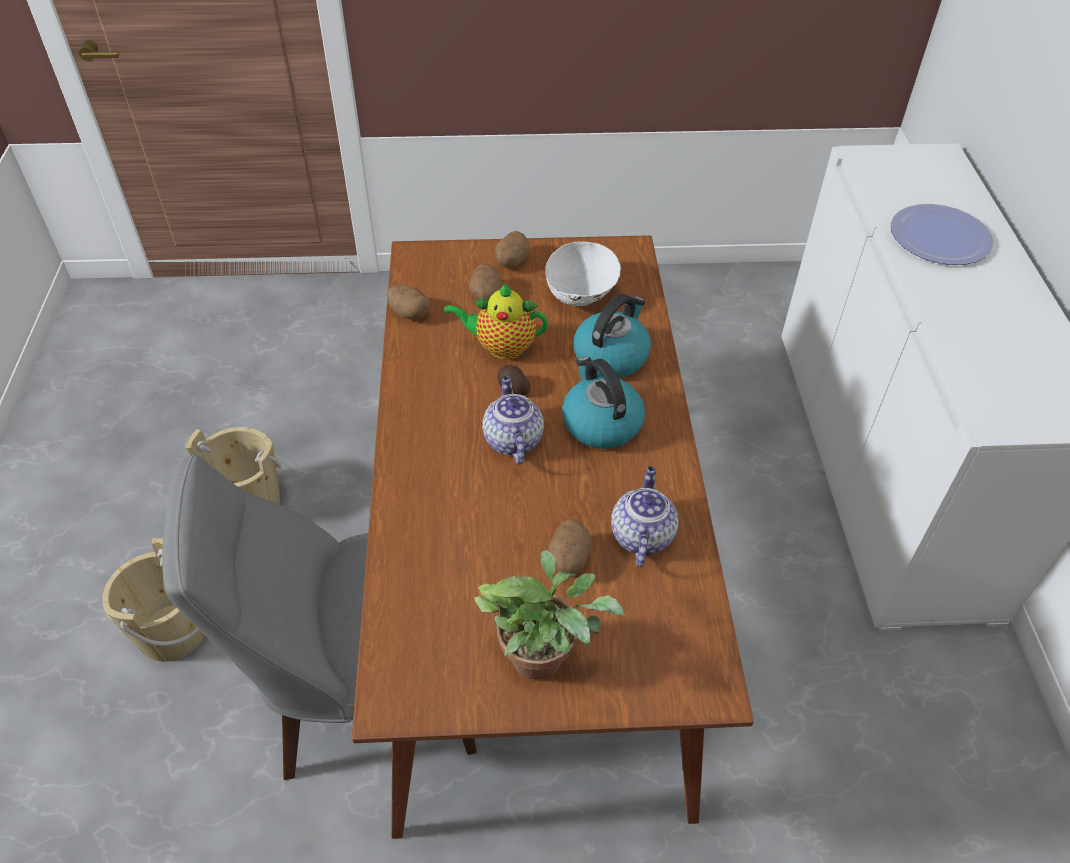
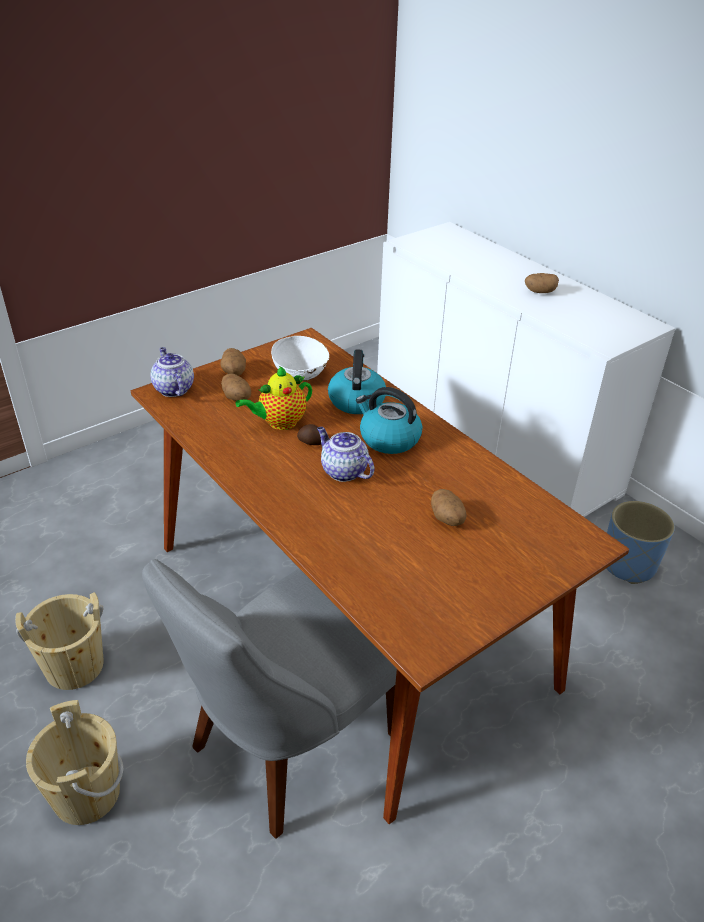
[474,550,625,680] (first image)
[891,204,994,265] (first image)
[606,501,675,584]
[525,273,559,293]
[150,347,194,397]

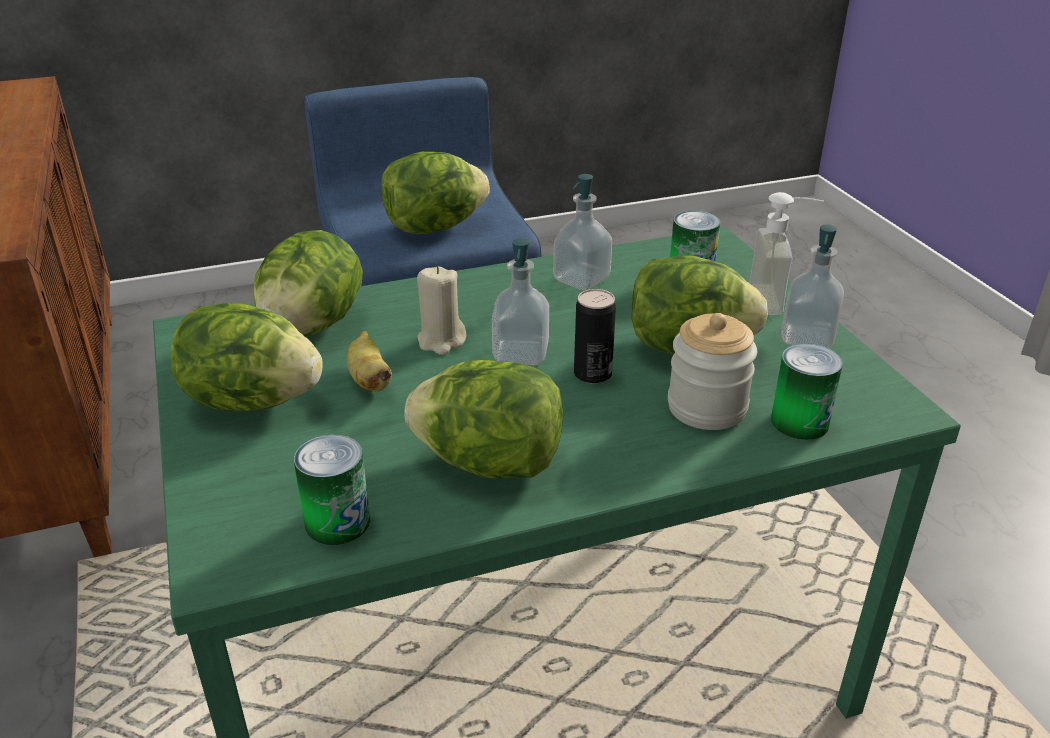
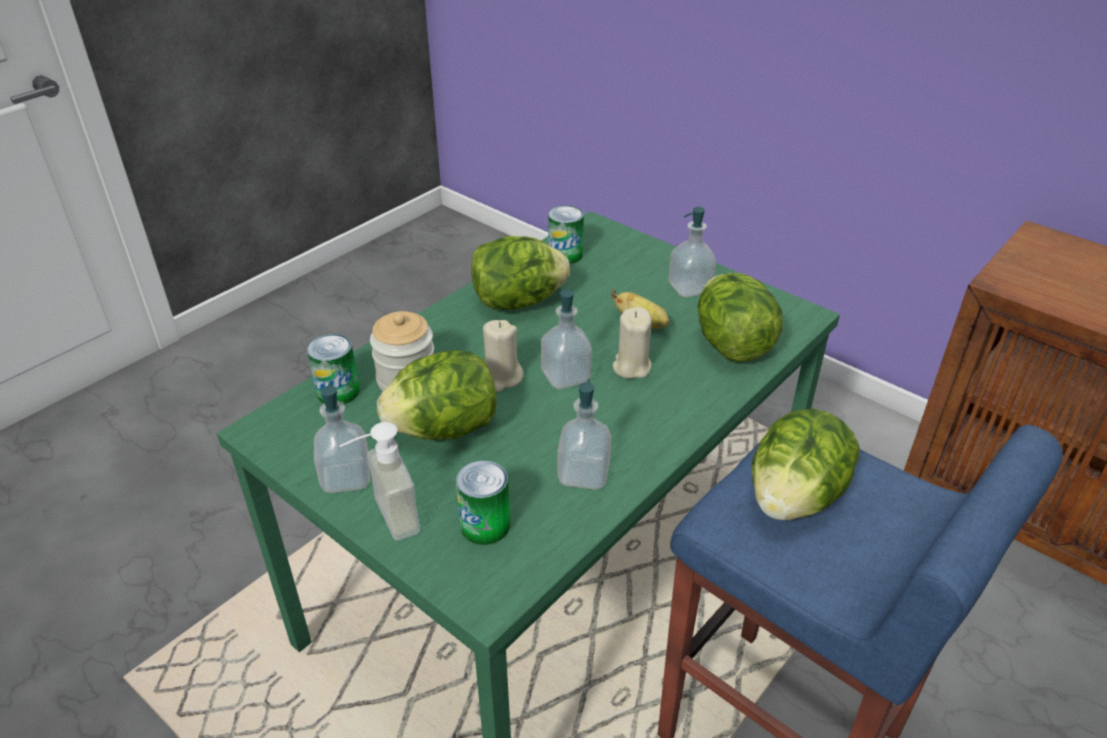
[669,207,716,298]
[483,320,524,392]

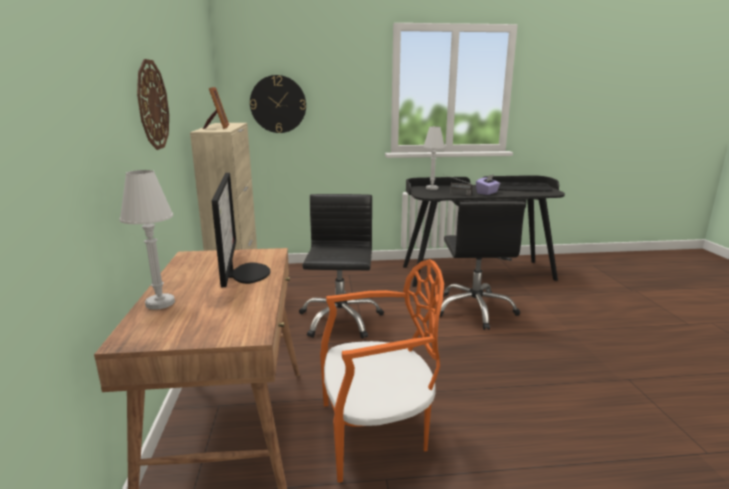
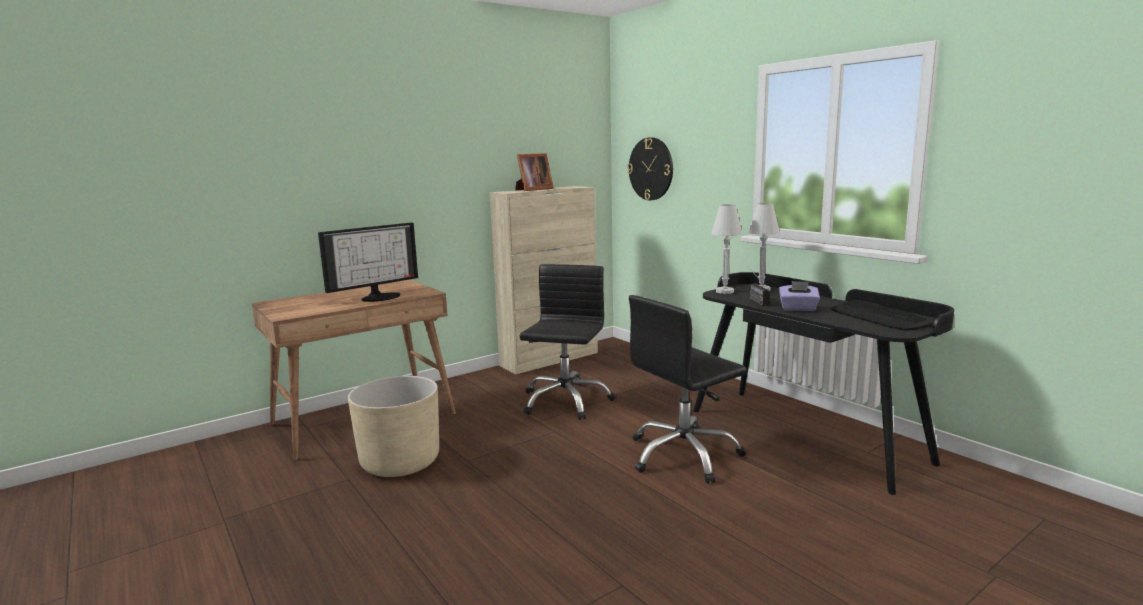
[137,59,169,150] (first image)
[711,204,743,294]
[348,376,439,477]
[520,264,615,420]

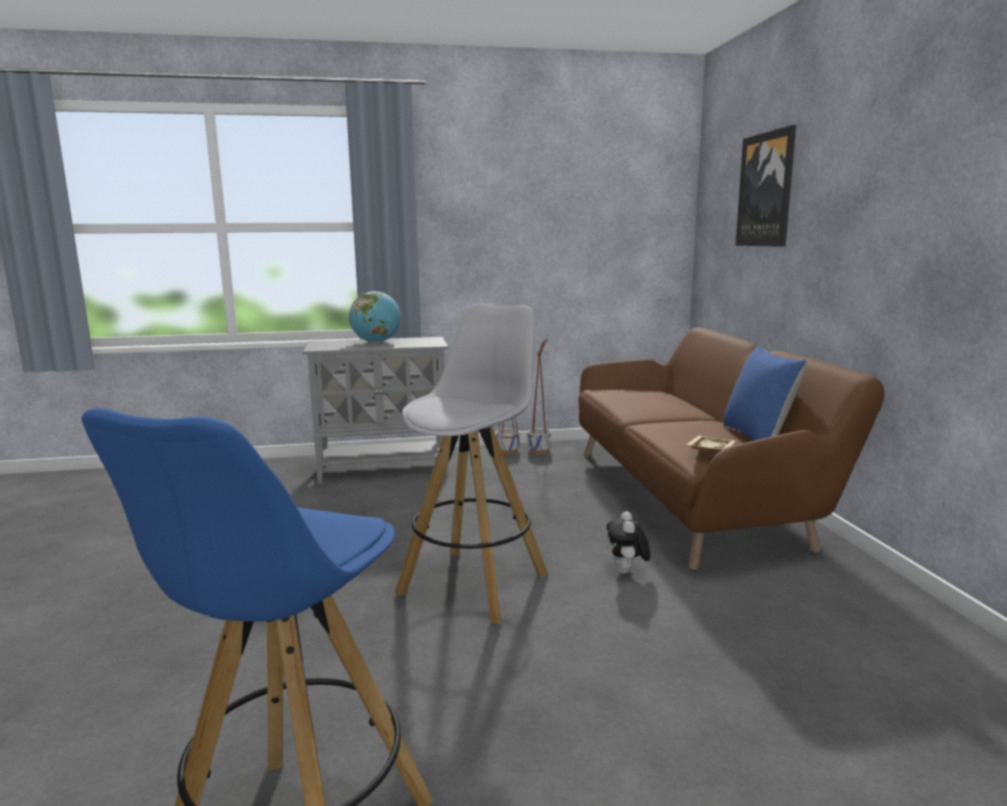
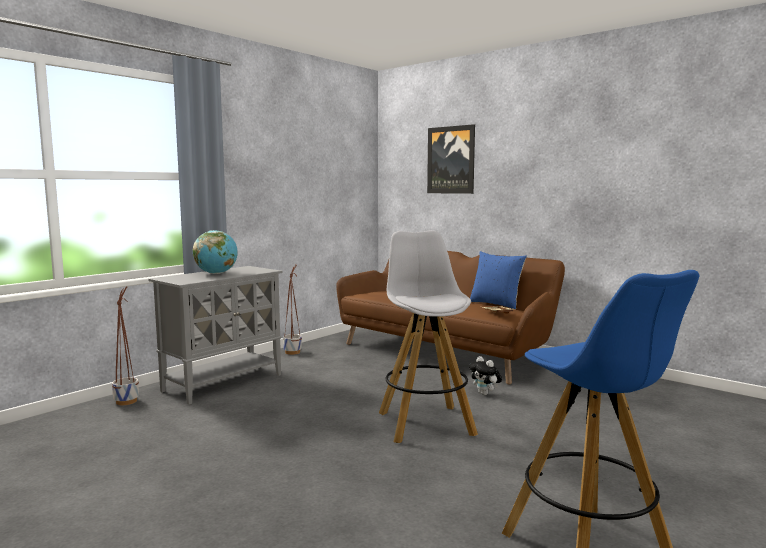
[112,286,139,405]

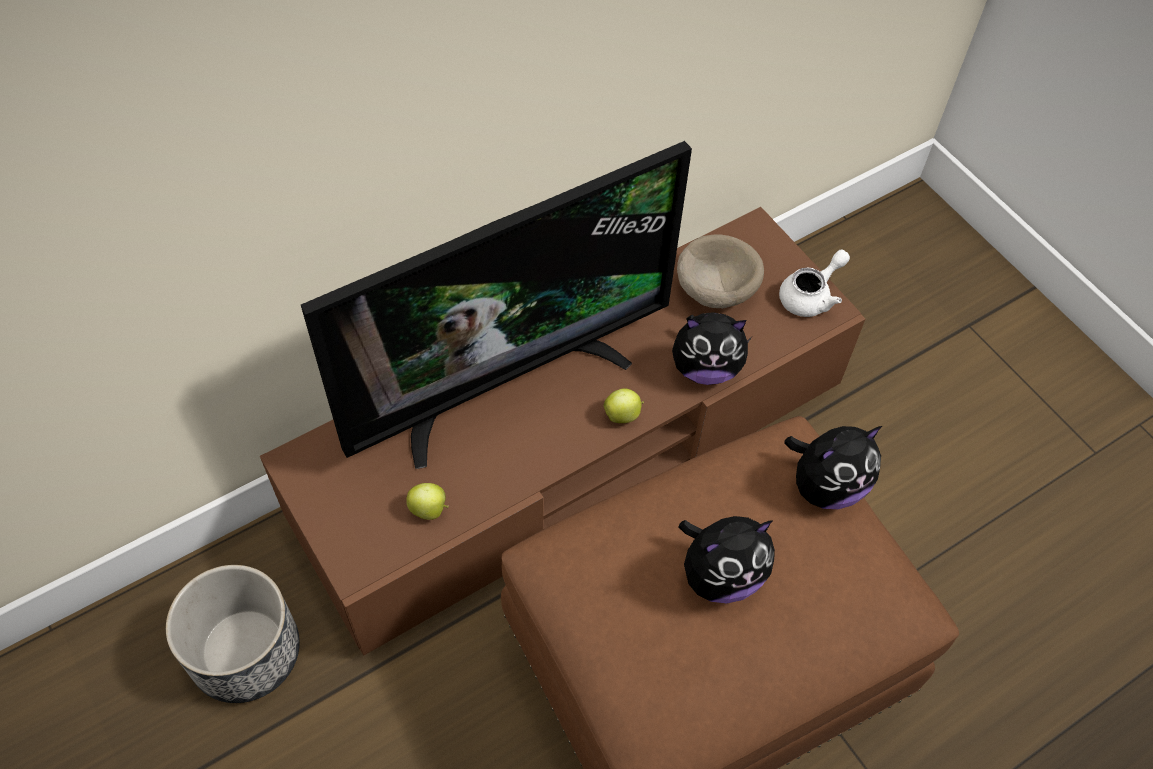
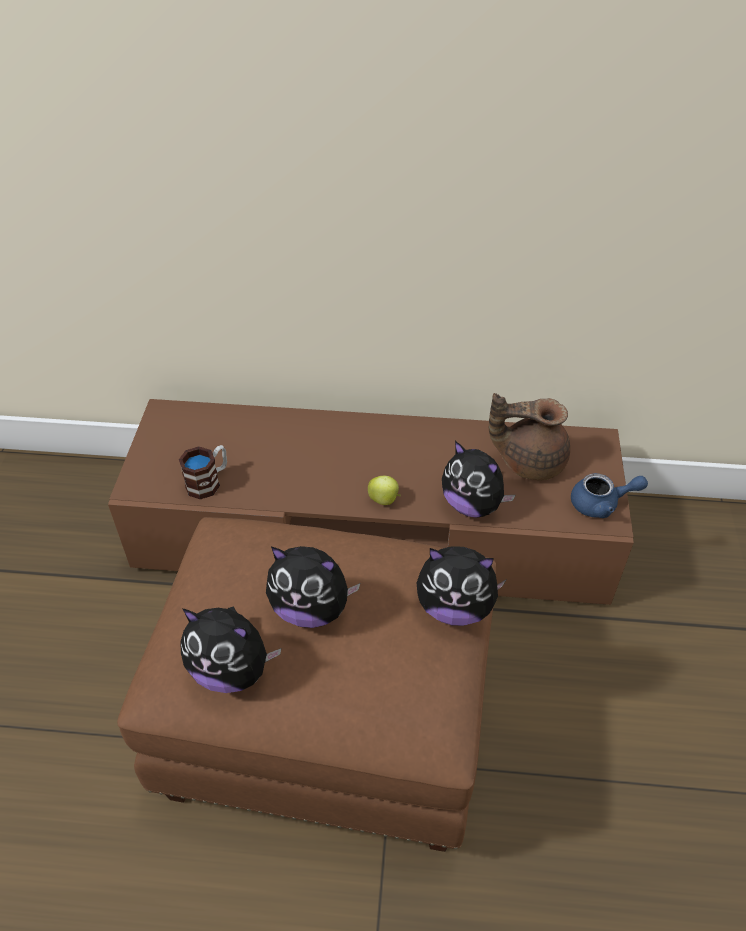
[166,565,300,703] (first image)
[301,141,692,469] (first image)
[180,606,281,693]
[179,445,227,499]
[489,393,570,480]
[571,473,648,518]

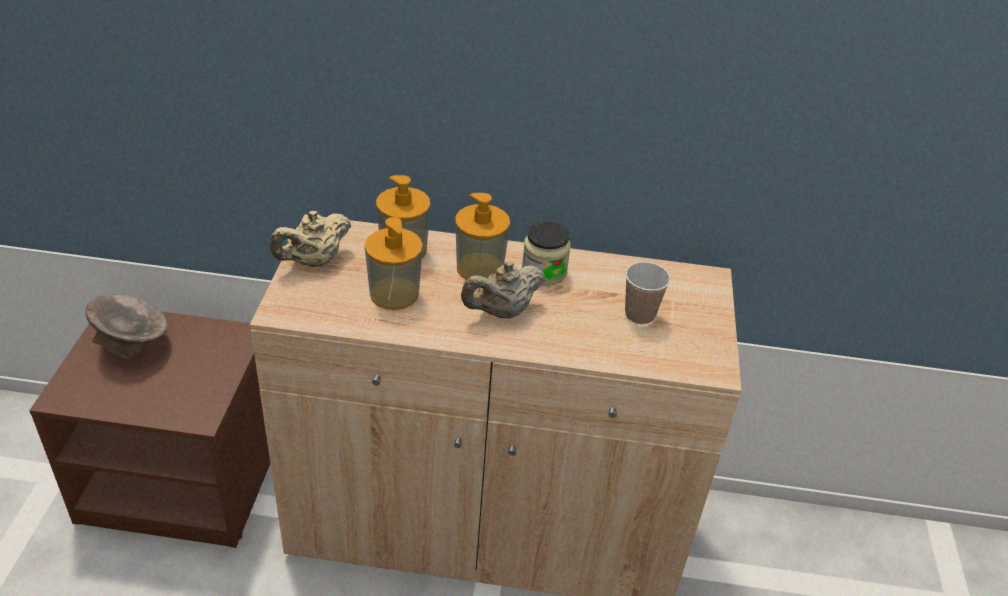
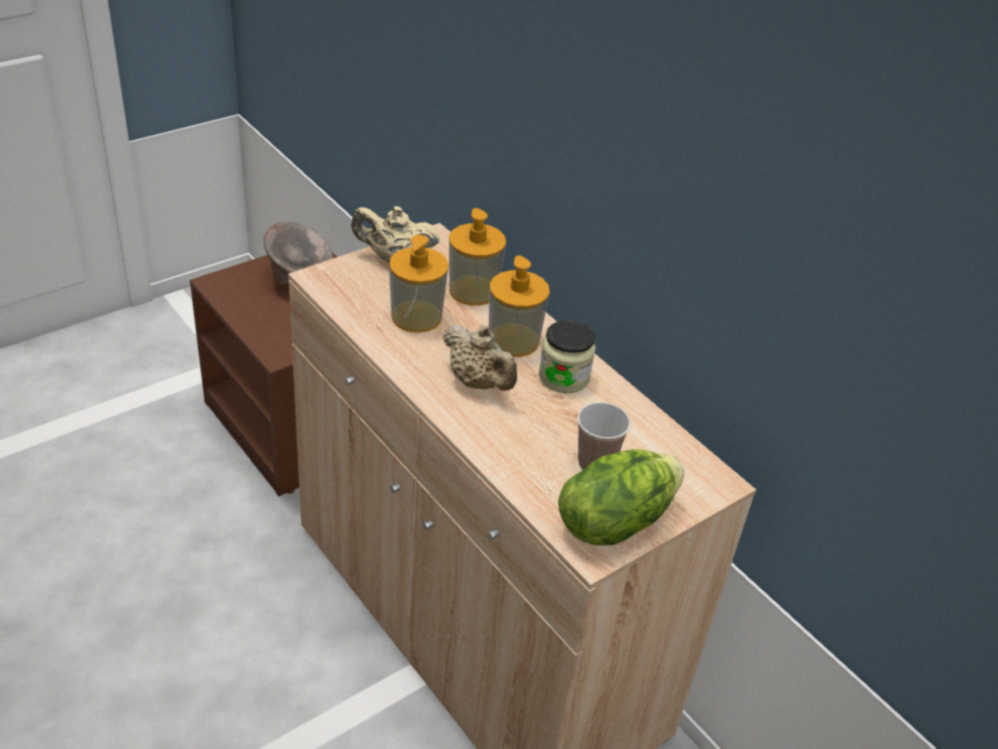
[558,449,685,546]
[443,324,517,391]

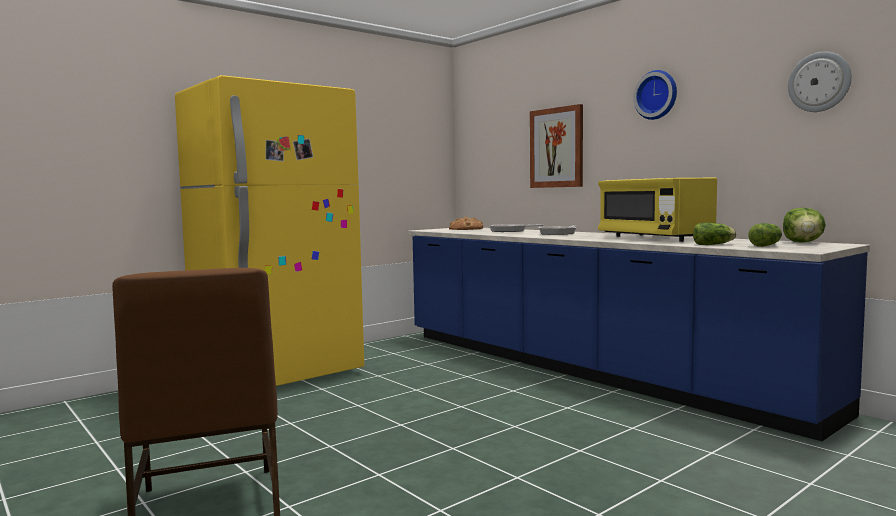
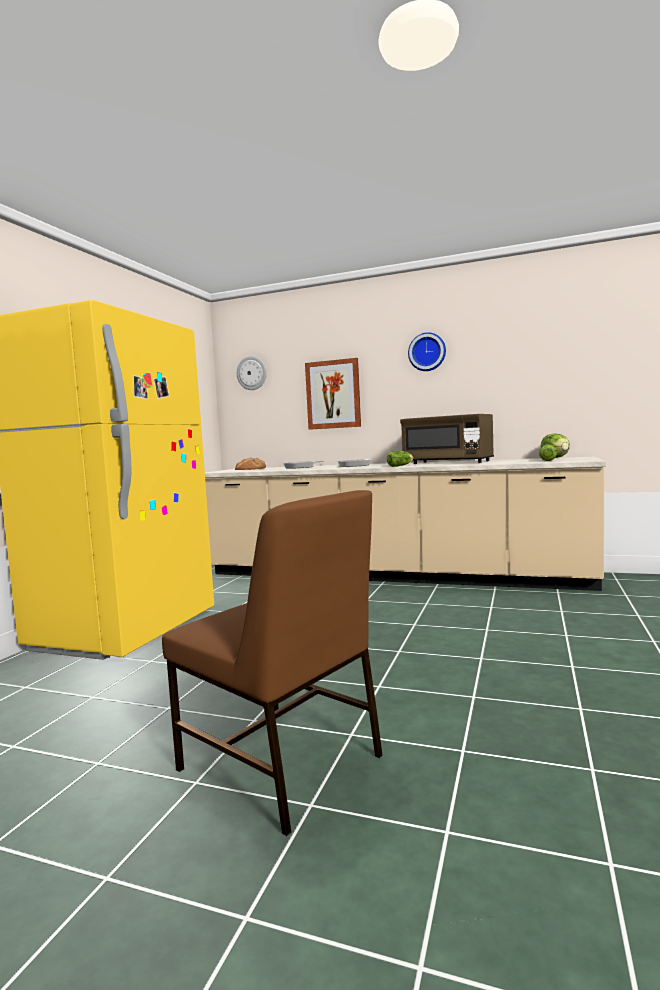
[386,451,413,467]
[237,356,267,390]
[205,457,606,591]
[400,414,494,464]

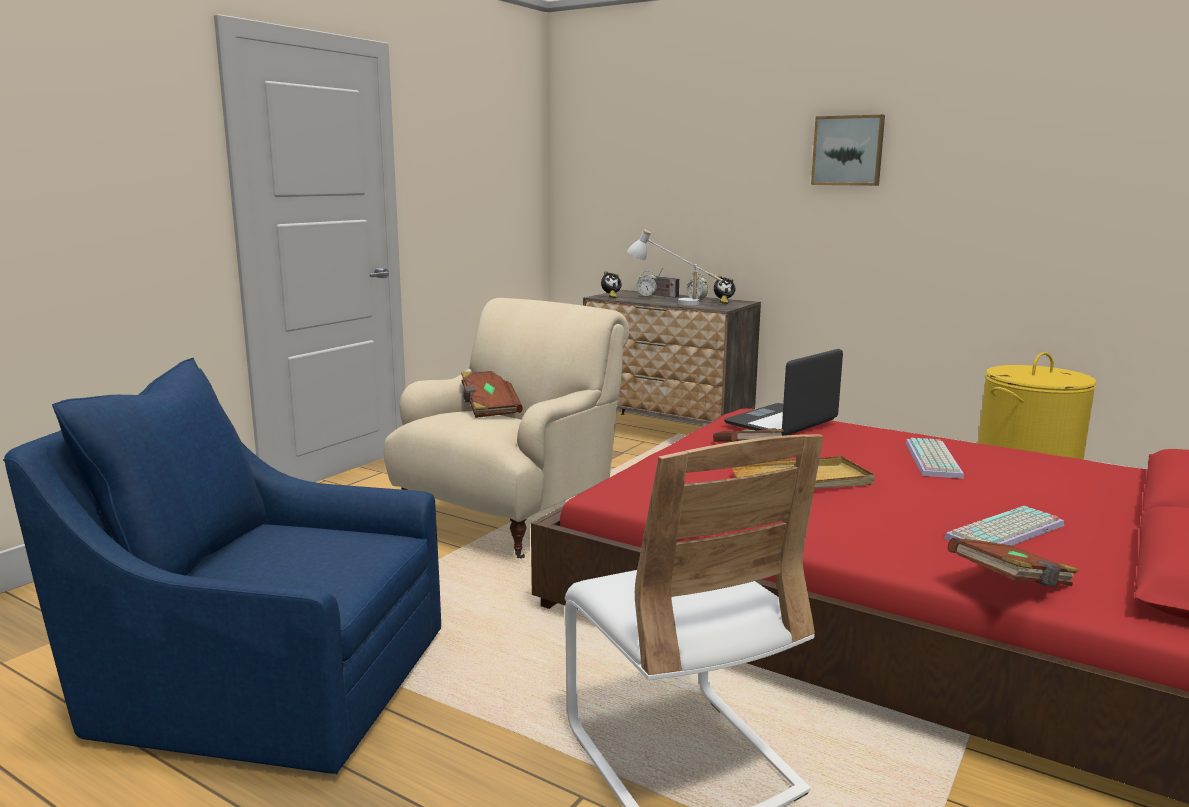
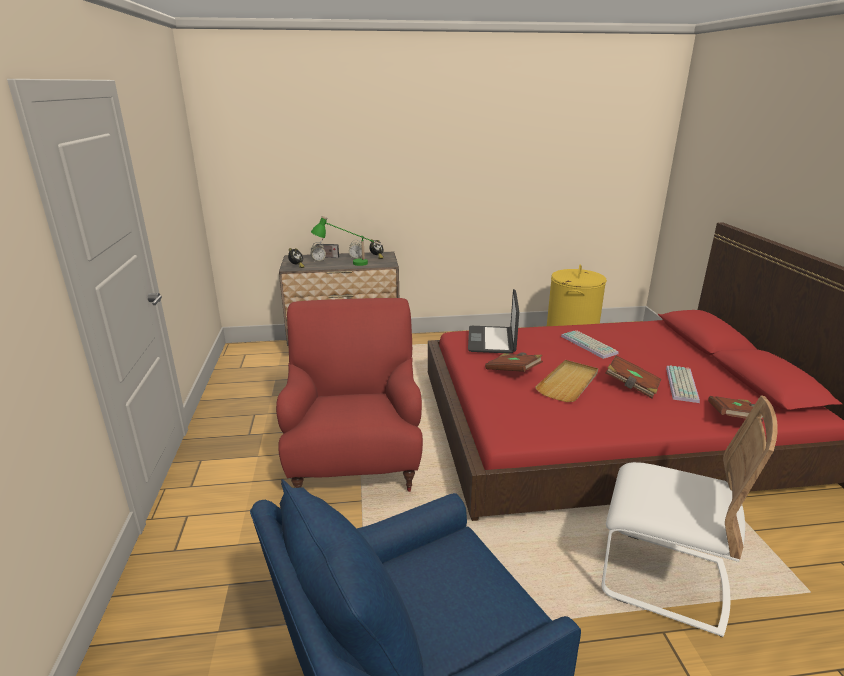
[811,115,885,186] (first image)
[605,355,661,399]
[276,298,423,492]
[311,216,383,266]

